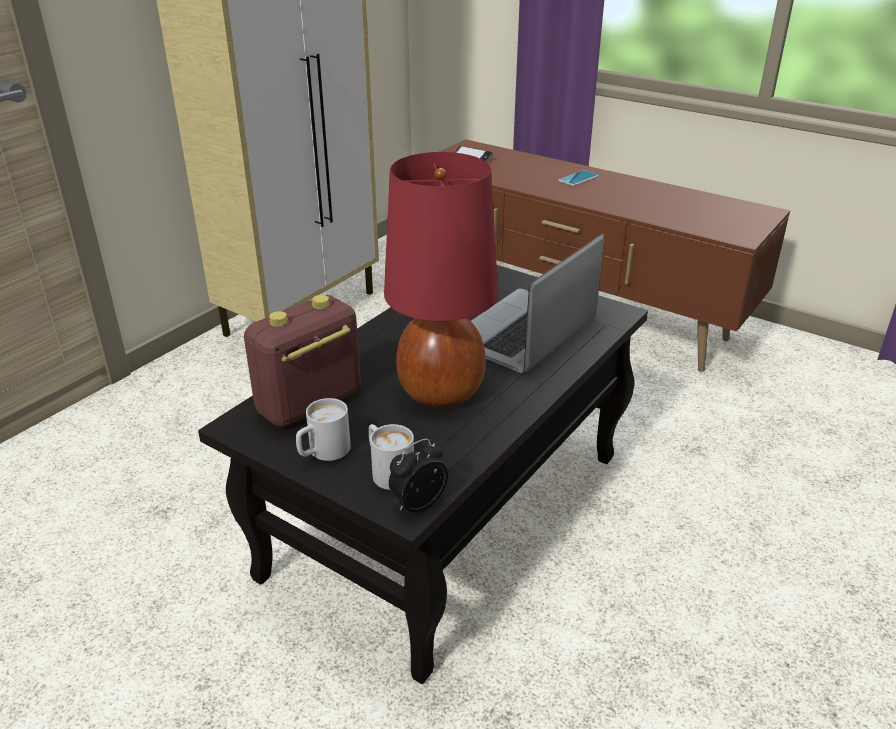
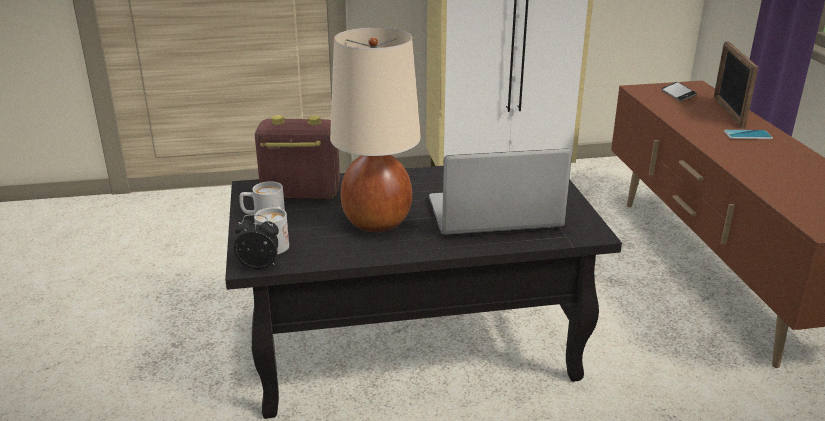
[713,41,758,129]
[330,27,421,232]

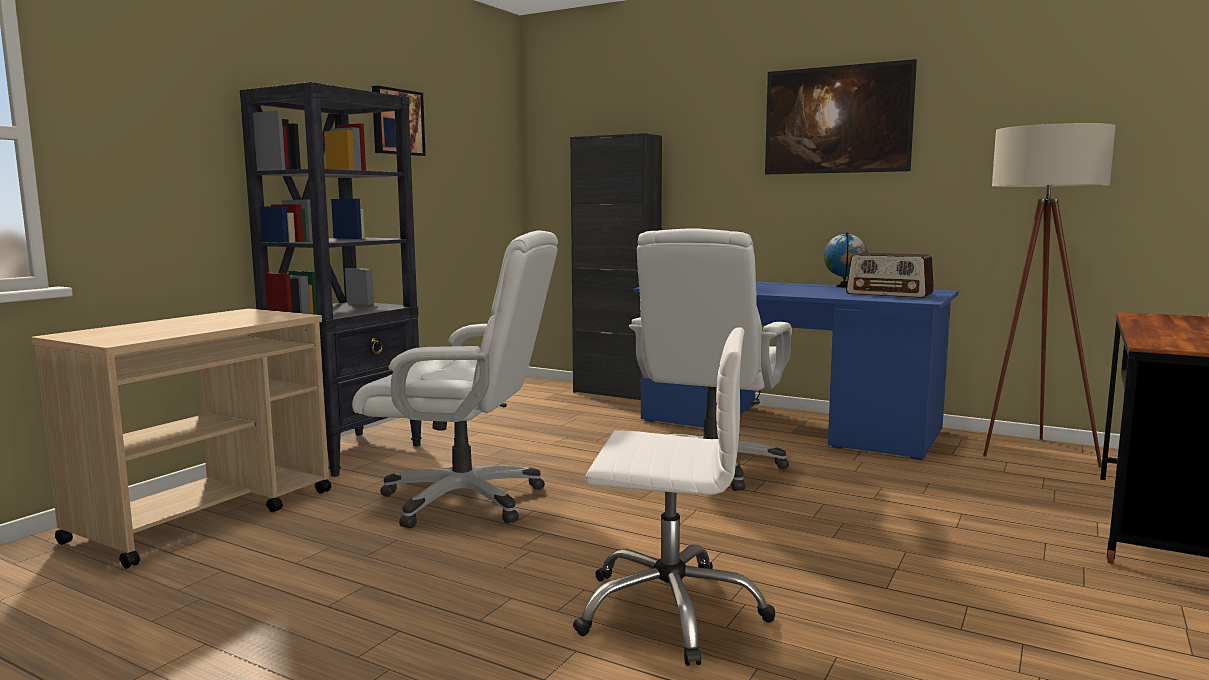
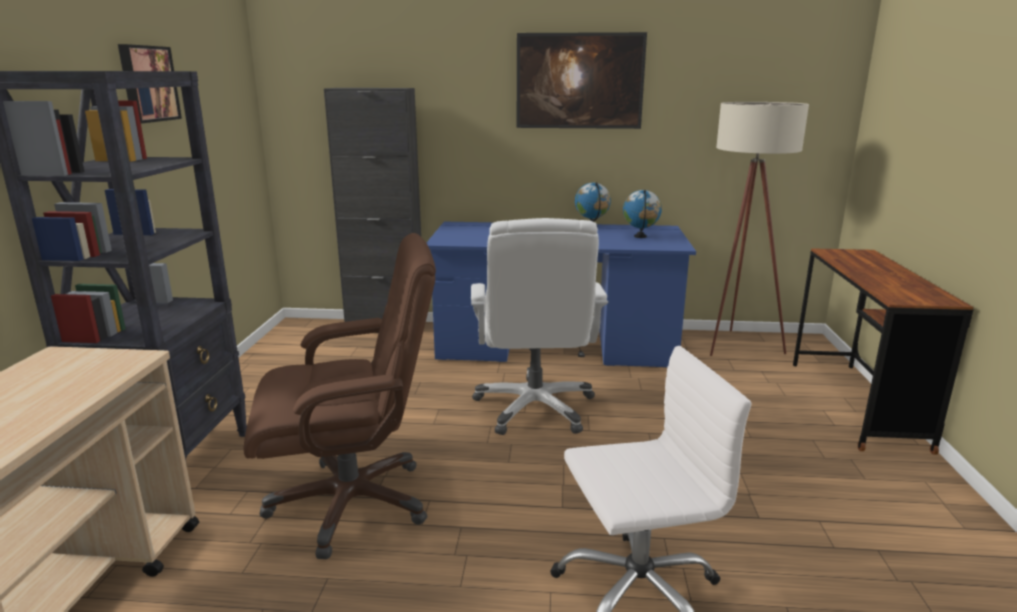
[623,190,662,238]
[243,233,436,559]

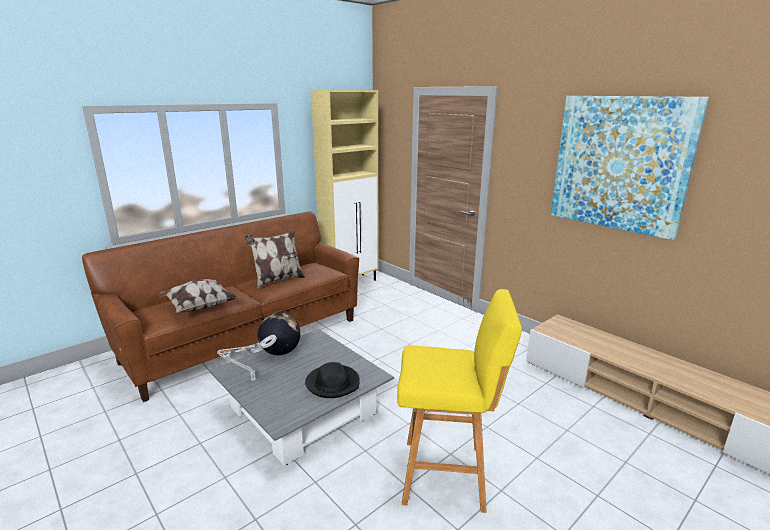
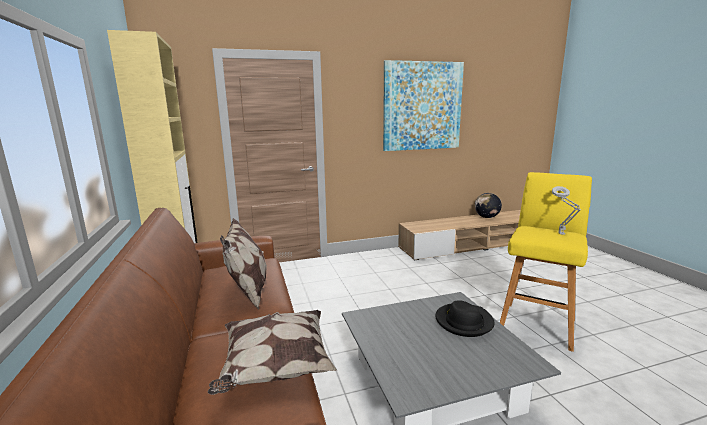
[552,186,581,235]
[475,193,502,218]

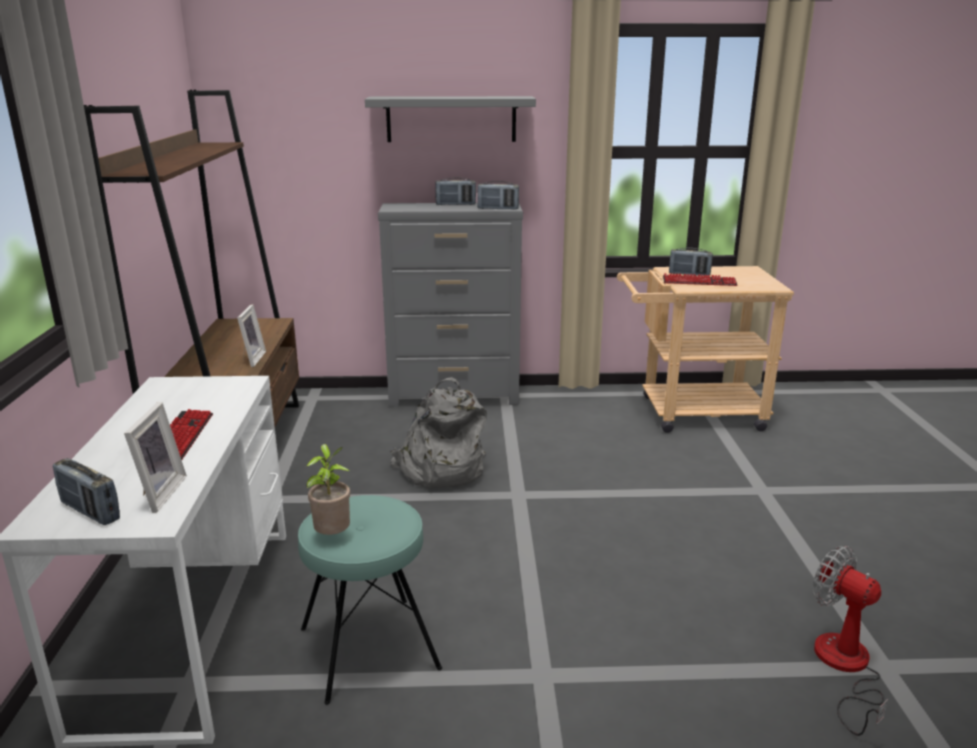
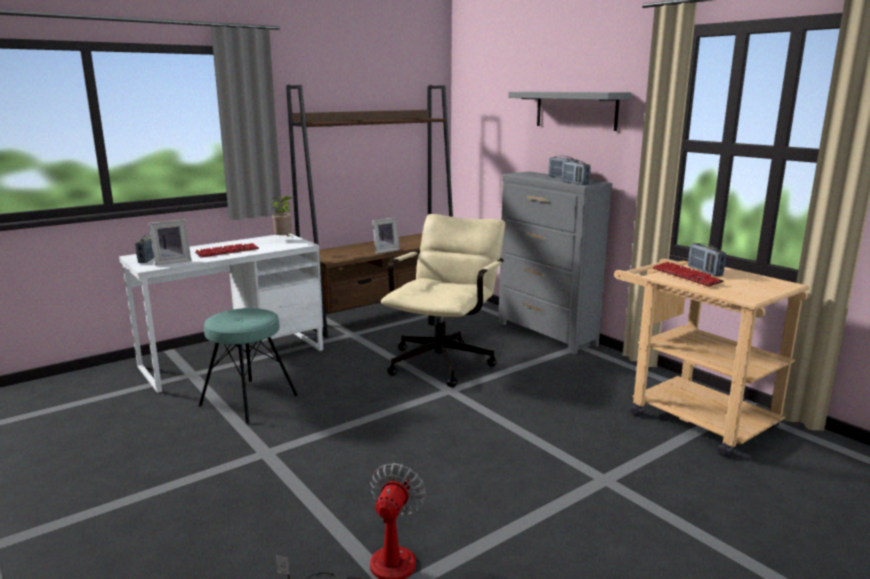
[272,196,292,237]
[381,214,505,388]

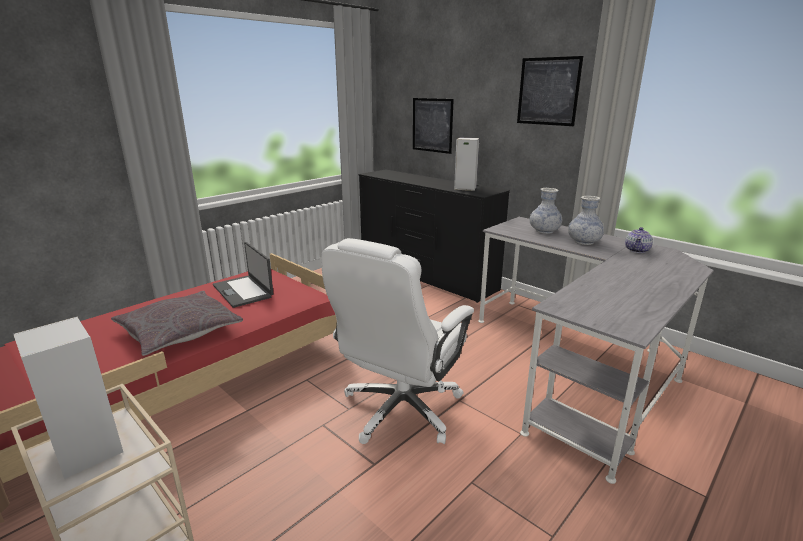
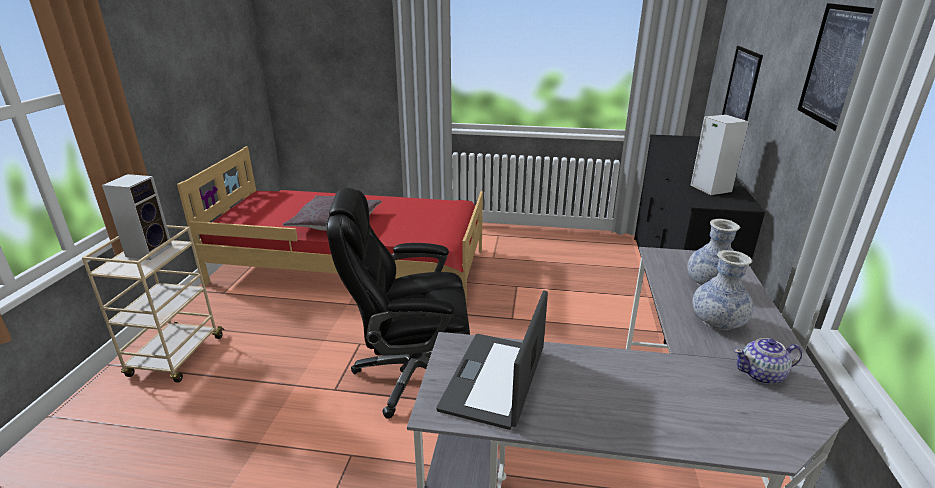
[436,290,548,430]
[326,188,470,419]

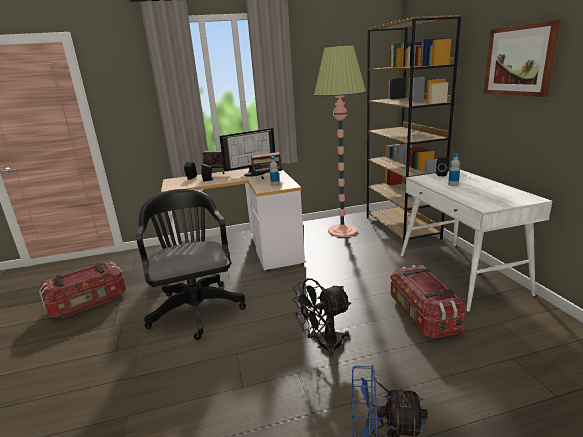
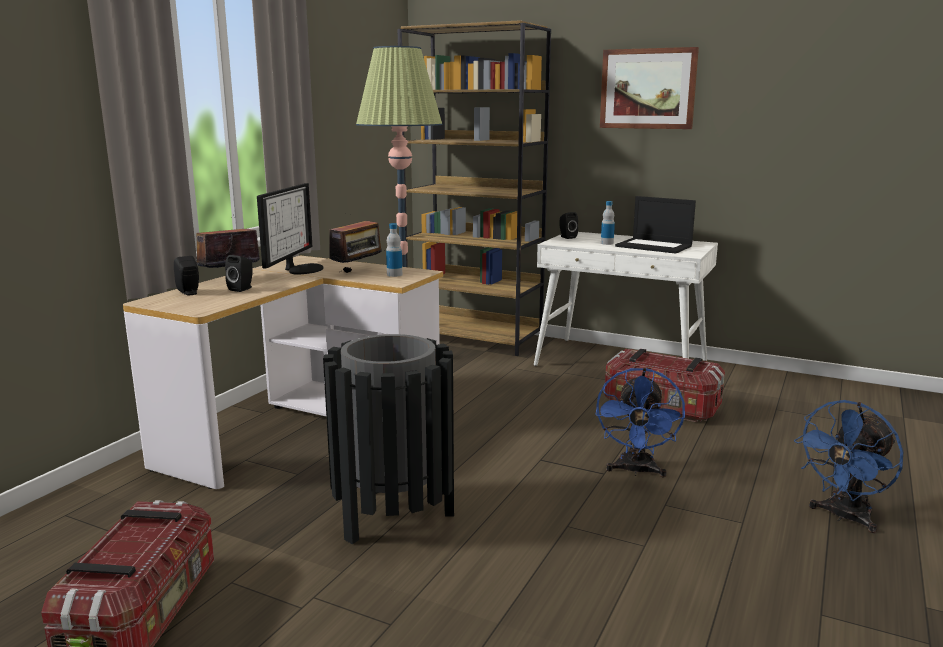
[615,196,696,254]
[323,334,454,544]
[595,367,685,478]

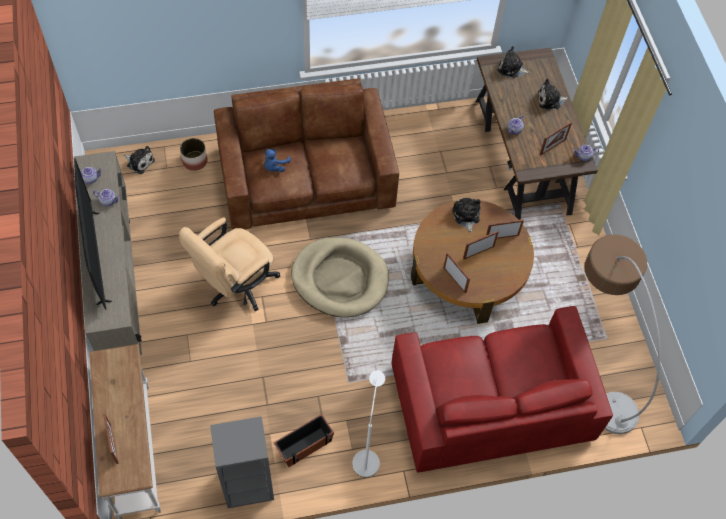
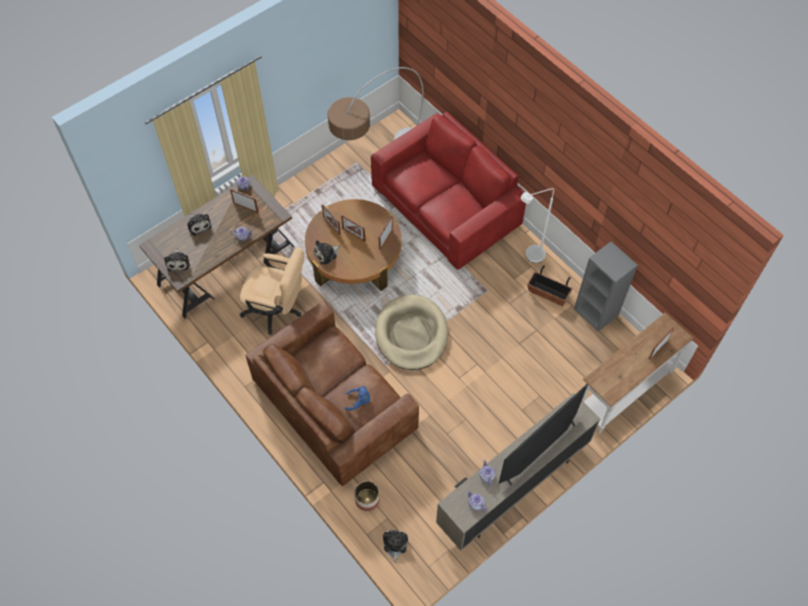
[240,247,305,334]

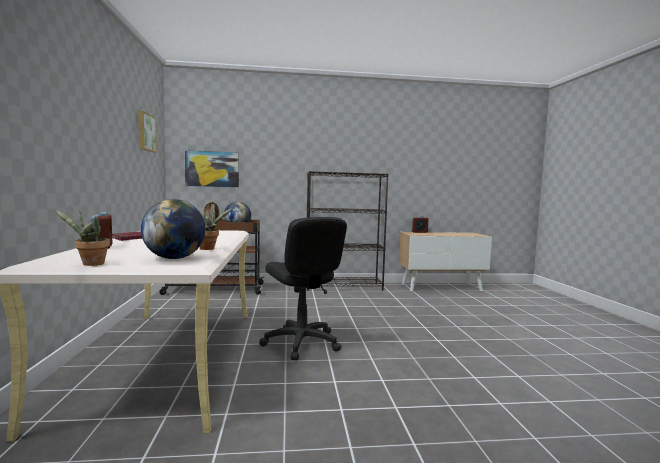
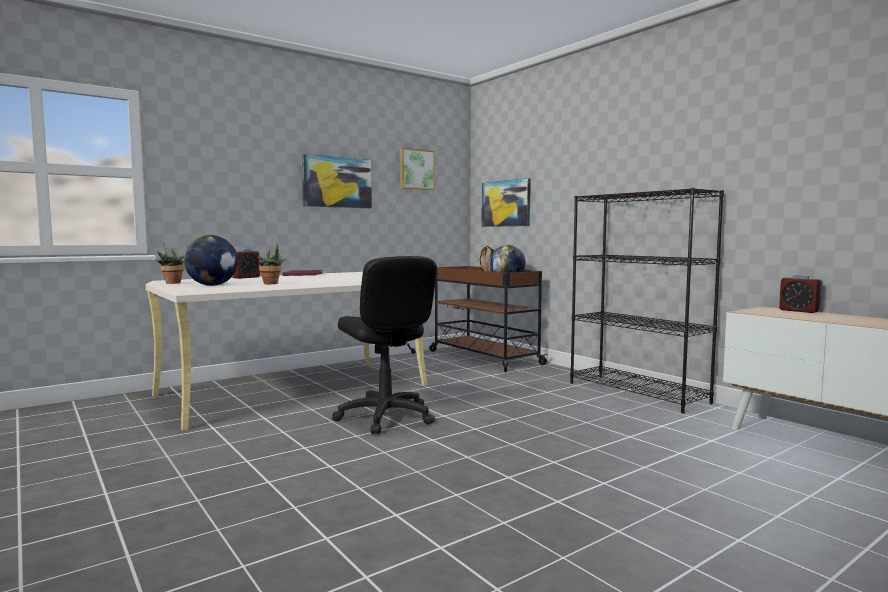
[302,154,372,208]
[332,256,437,434]

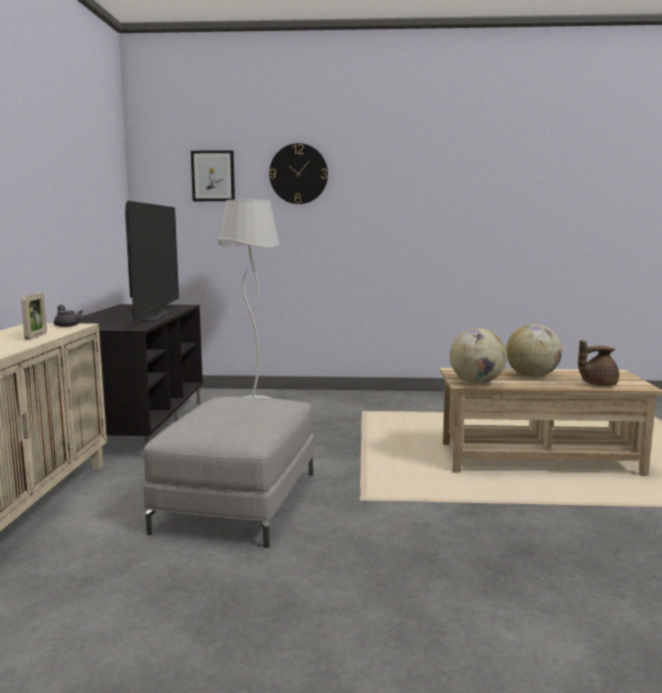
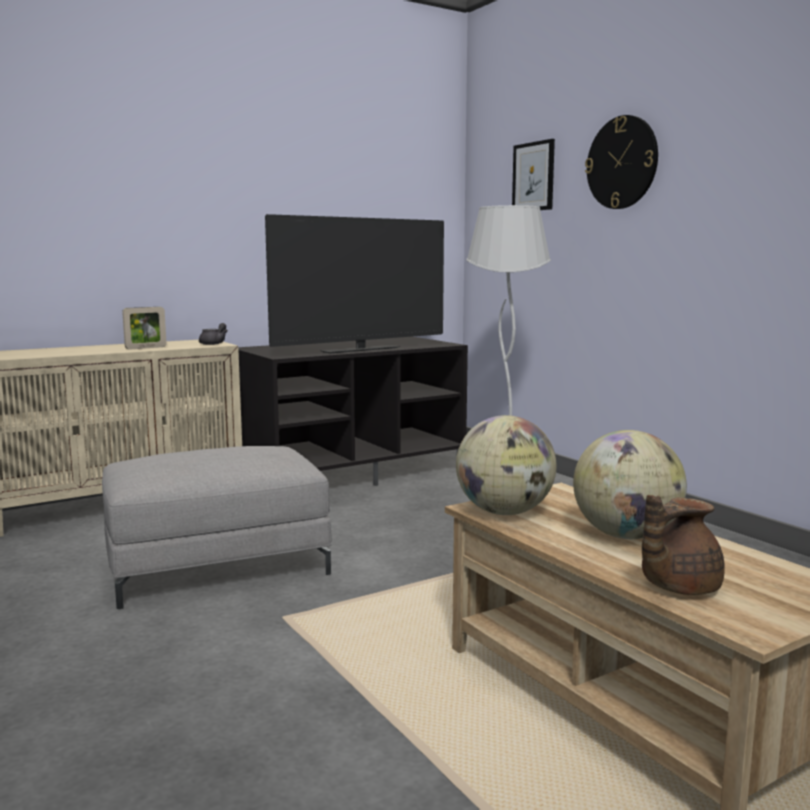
[642,495,725,595]

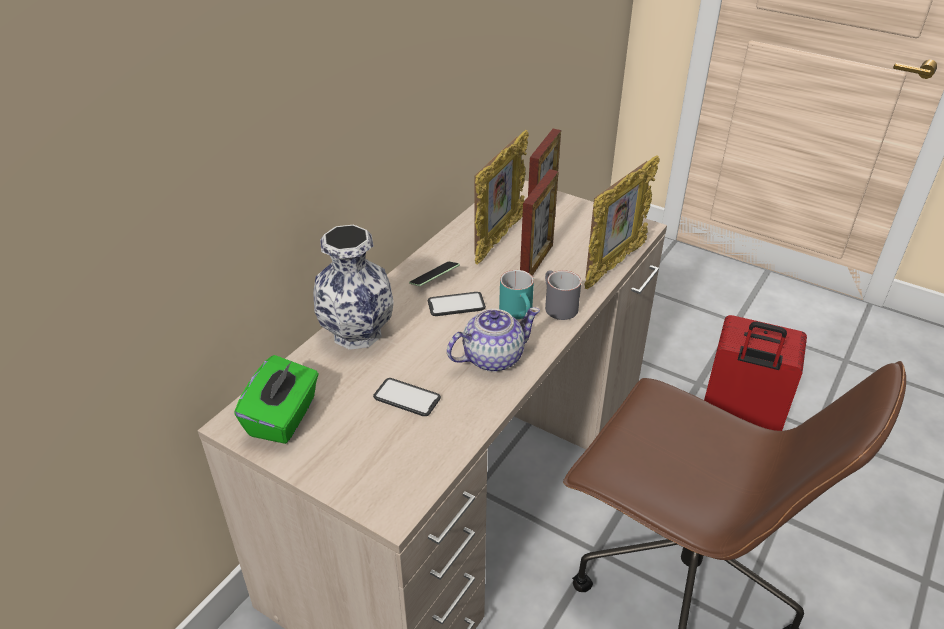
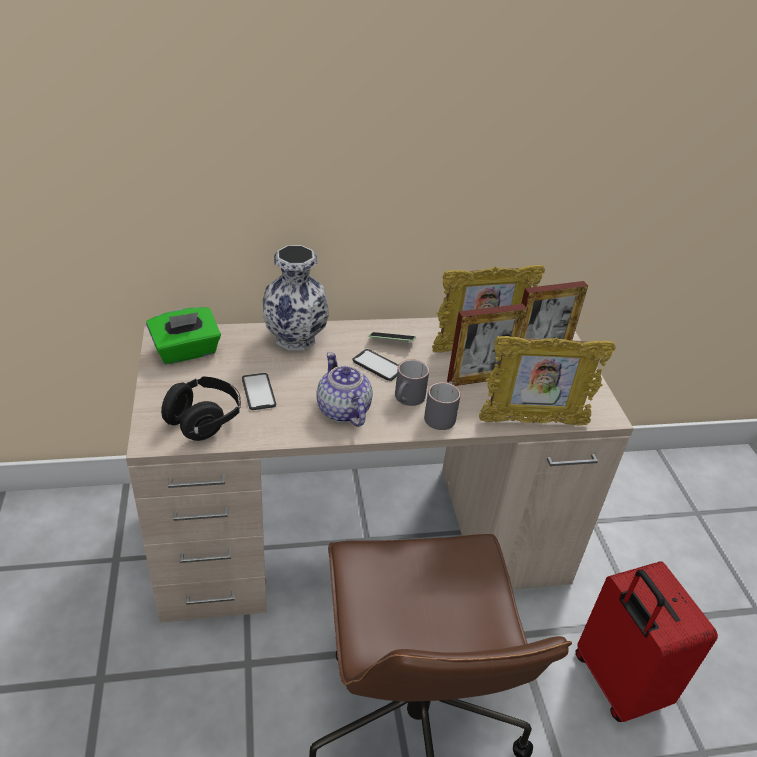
[161,376,241,441]
[395,359,429,406]
[316,352,373,427]

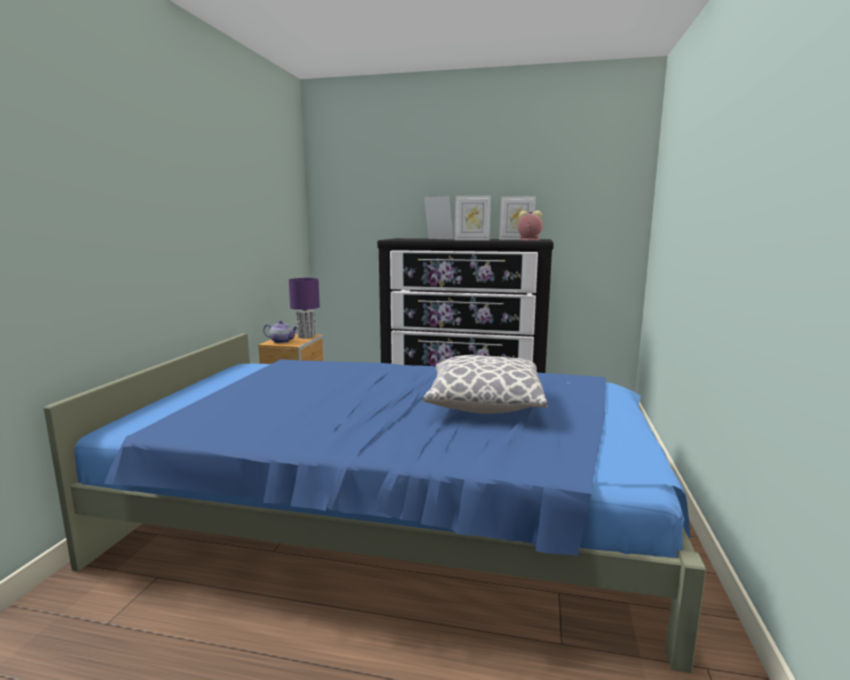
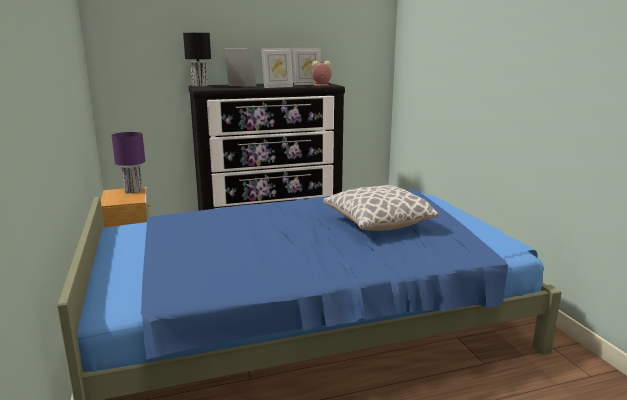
[263,320,298,343] (first image)
[183,33,211,87]

